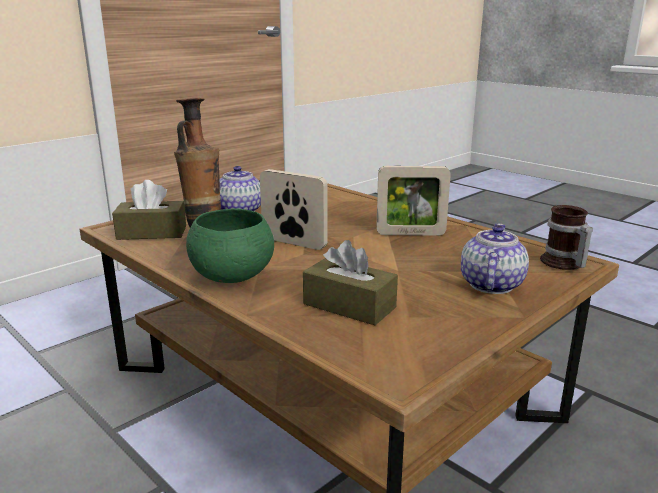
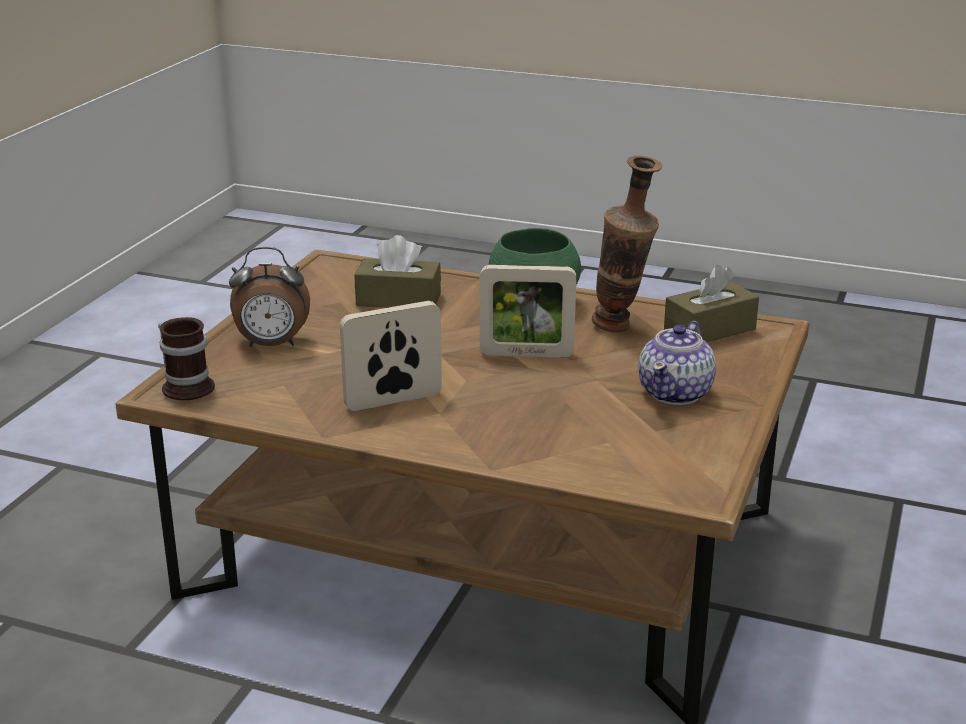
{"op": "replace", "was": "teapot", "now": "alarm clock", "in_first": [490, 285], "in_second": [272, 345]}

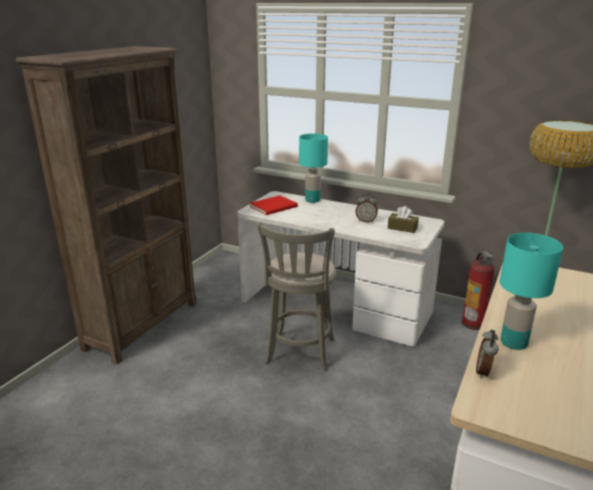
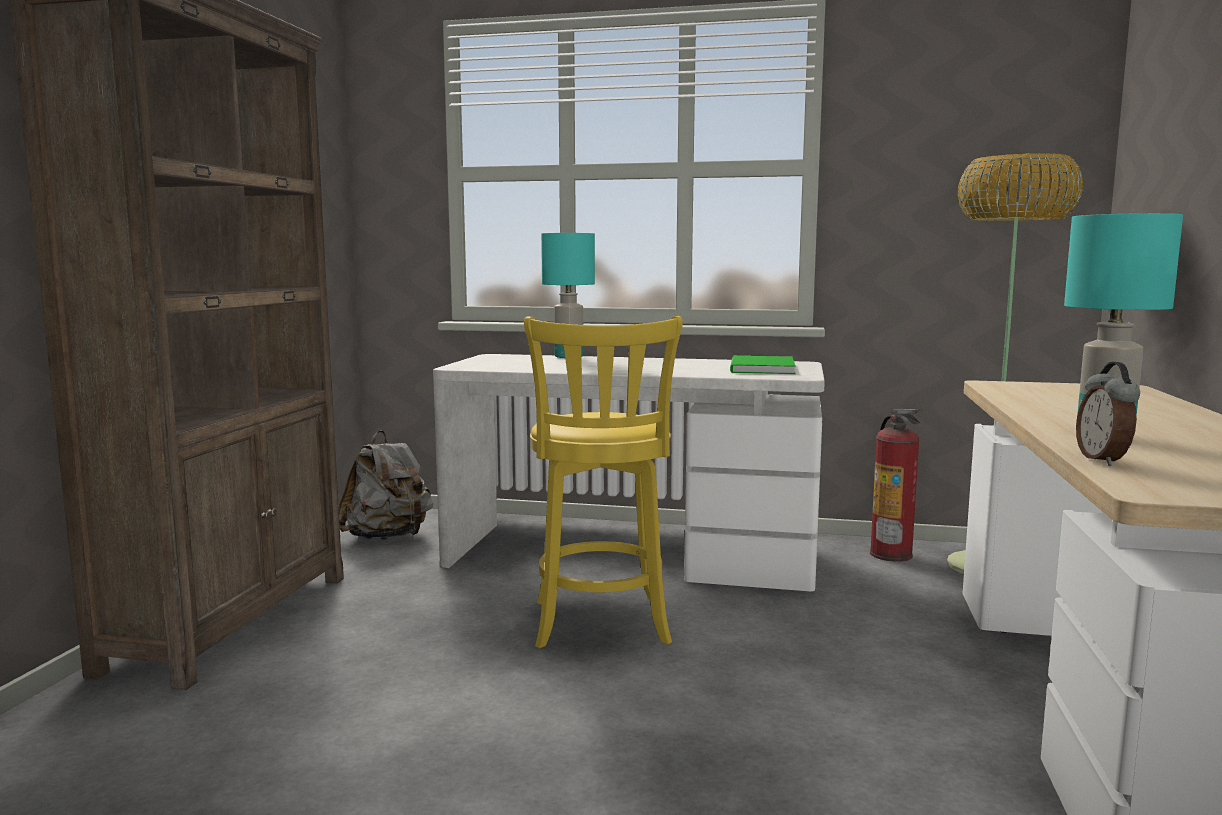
{"op": "delete", "was": "book/red", "in_first": [275, 206]}
{"op": "recolor", "was": "stool/grey", "now": "stool/yellow", "in_first": [299, 353], "in_second": [601, 626]}
{"op": "delete", "was": "alarm clock", "in_first": [366, 221]}
{"op": "replace", "was": "tissue box/brown", "now": "book/green", "in_first": [402, 228], "in_second": [760, 368]}
{"op": "insert", "now": "backpack/grey", "in_second": [388, 537]}

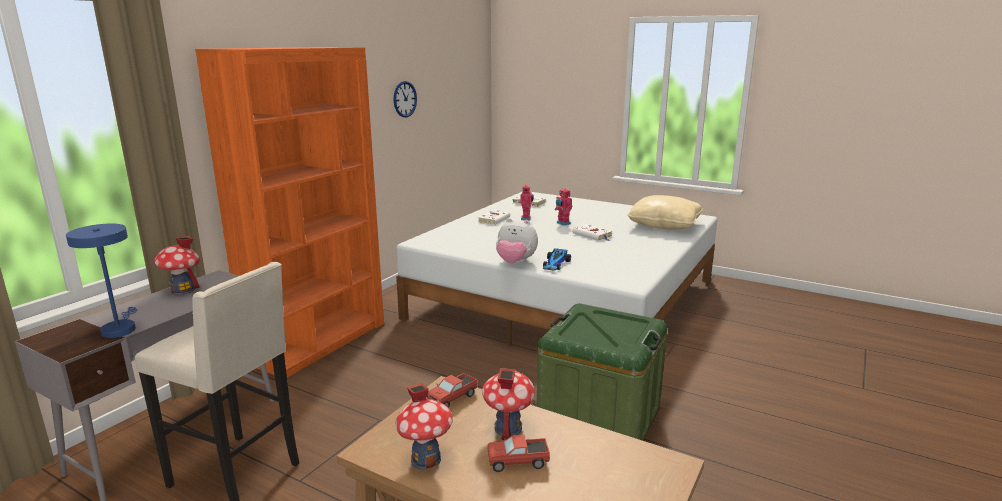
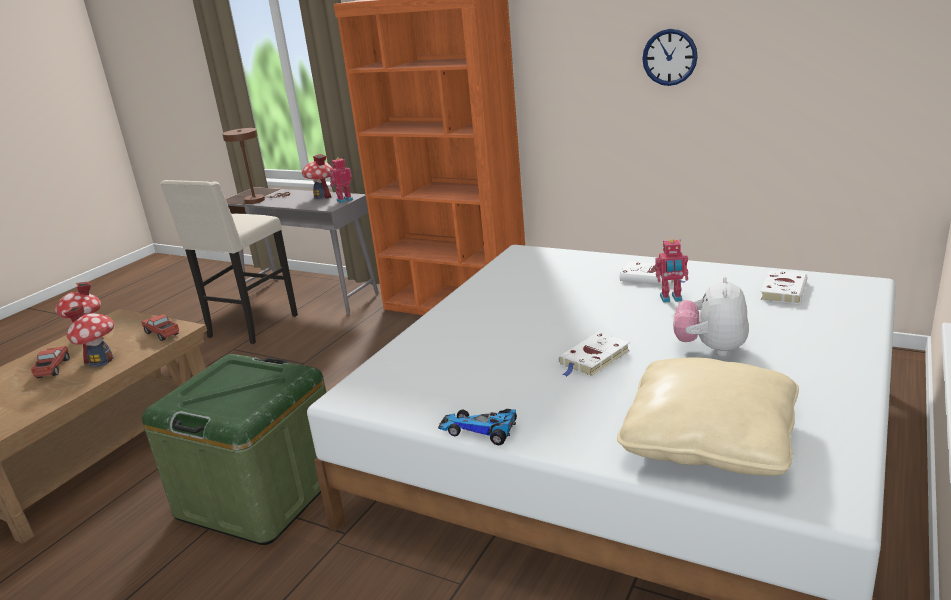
{"op": "recolor", "was": "table lamp/blue", "now": "table lamp/brown", "in_first": [119, 328], "in_second": [258, 200]}
{"op": "move", "was": "plush toy", "in_first": [515, 262], "in_second": [711, 349]}
{"op": "move", "was": "toy car", "in_first": [555, 264], "in_second": [480, 430]}
{"op": "move", "was": "toy robot", "in_first": [562, 223], "in_second": [344, 200]}

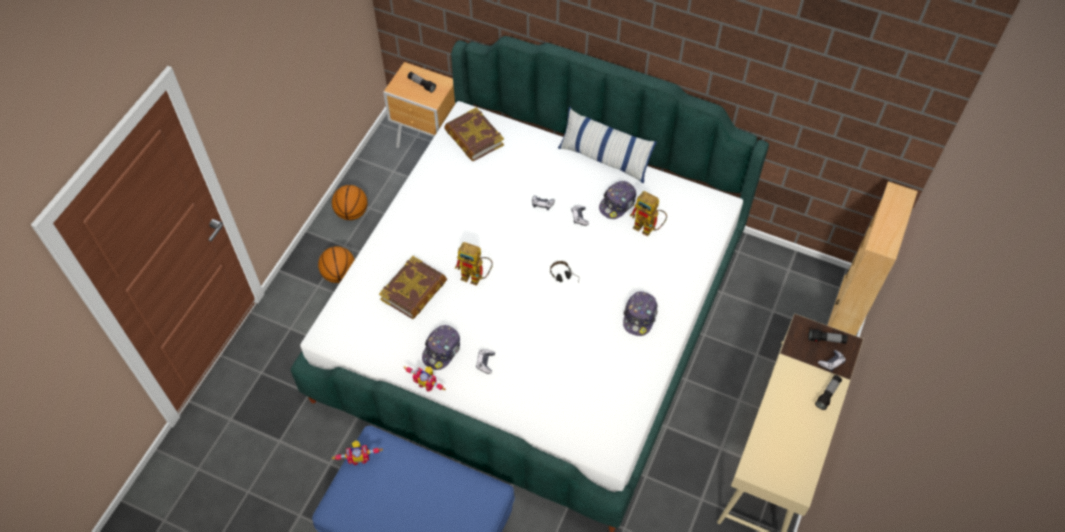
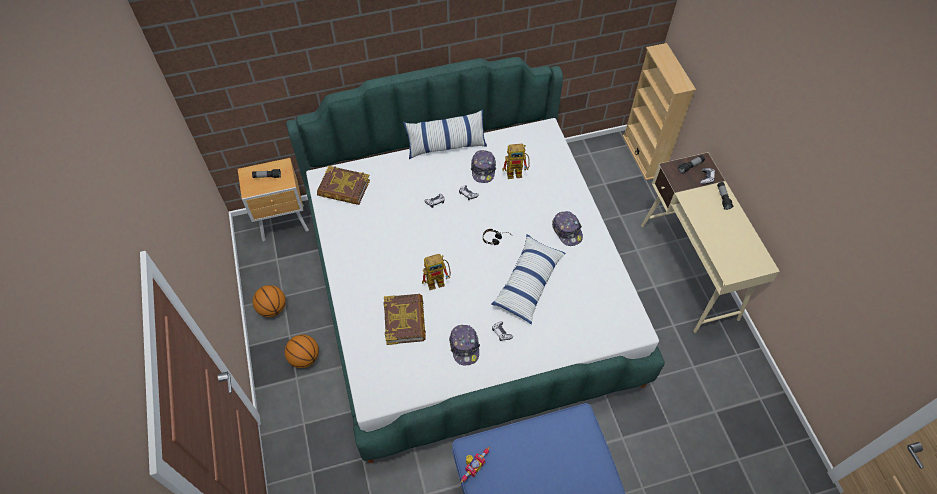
{"op": "delete", "was": "toy robot", "in_first": [427, 383]}
{"op": "insert", "now": "pillow", "in_second": [528, 283]}

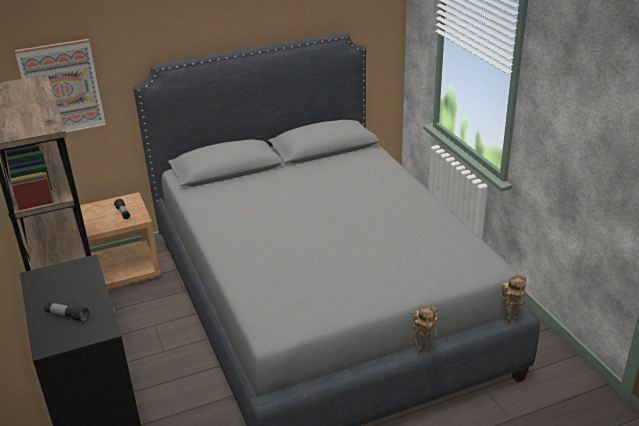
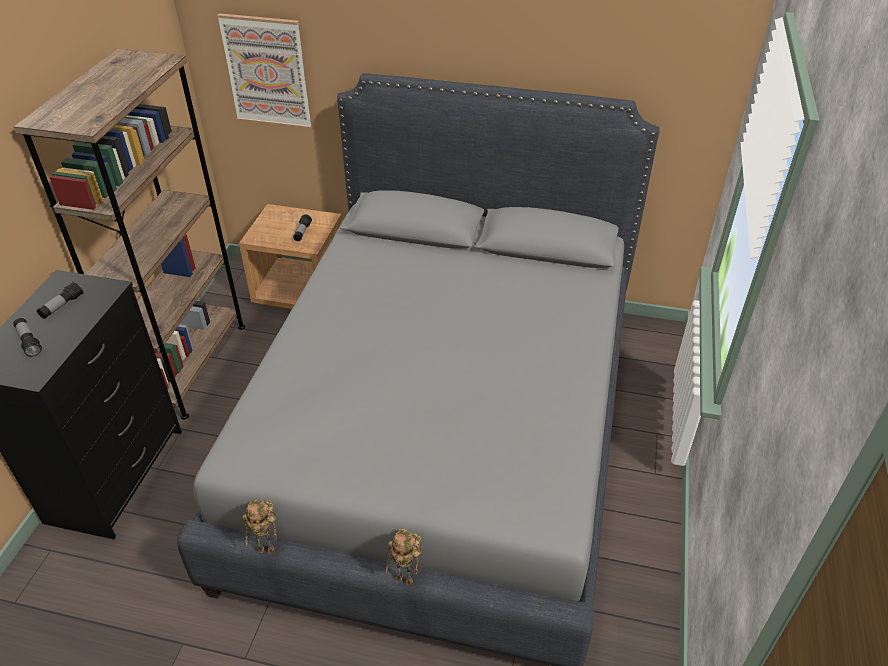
{"op": "move", "was": "toy robot", "in_first": [510, 320], "in_second": [268, 549]}
{"op": "insert", "now": "flashlight", "in_second": [62, 306]}

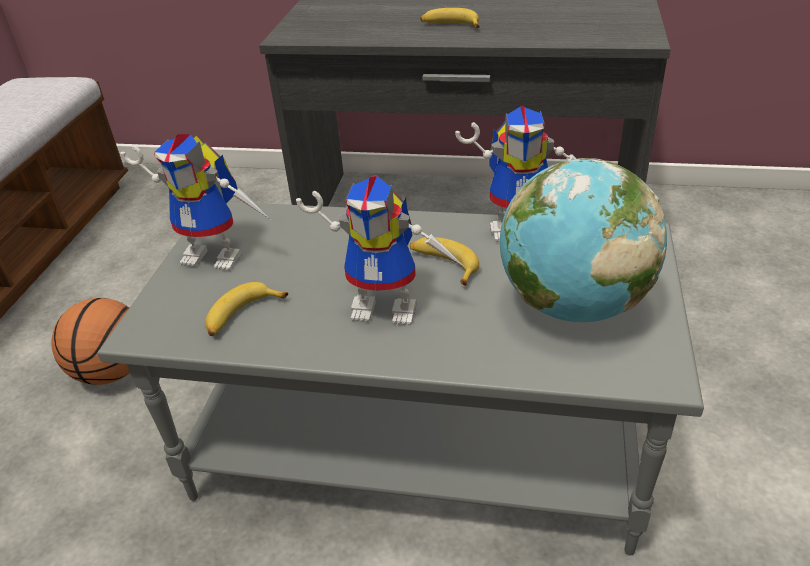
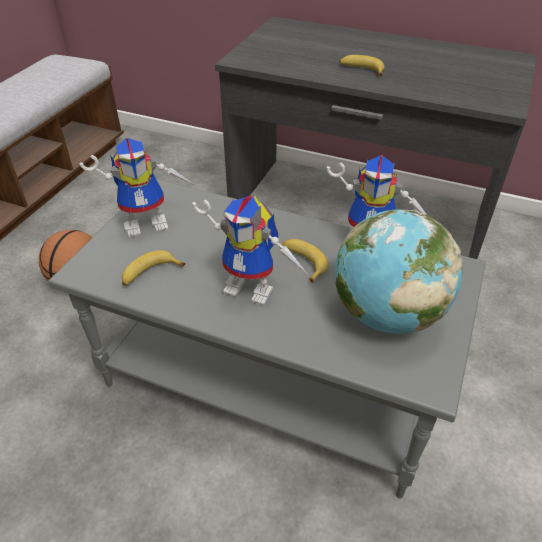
{"op": "rotate", "was": "toy robot", "in_first": [219, 254], "in_second": [149, 222], "clockwise": -45}

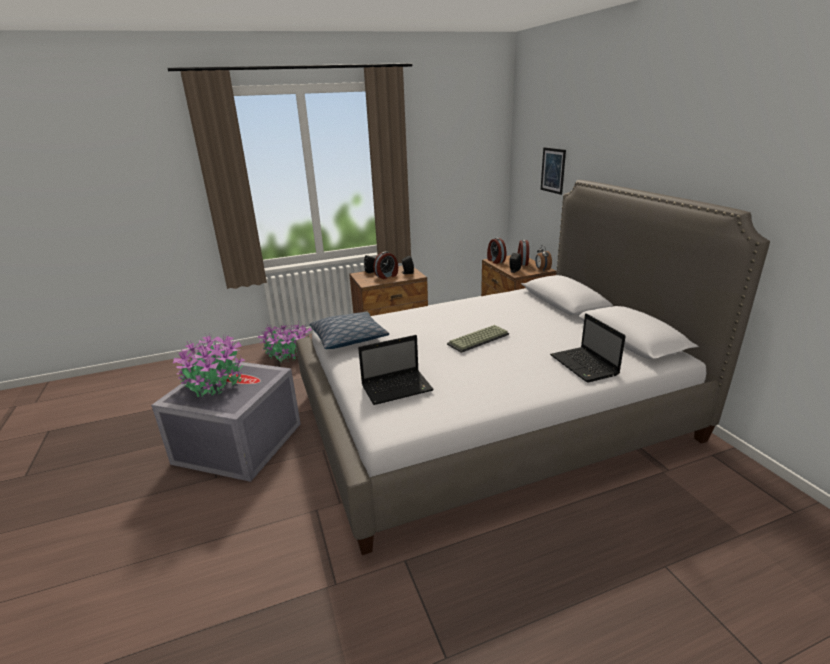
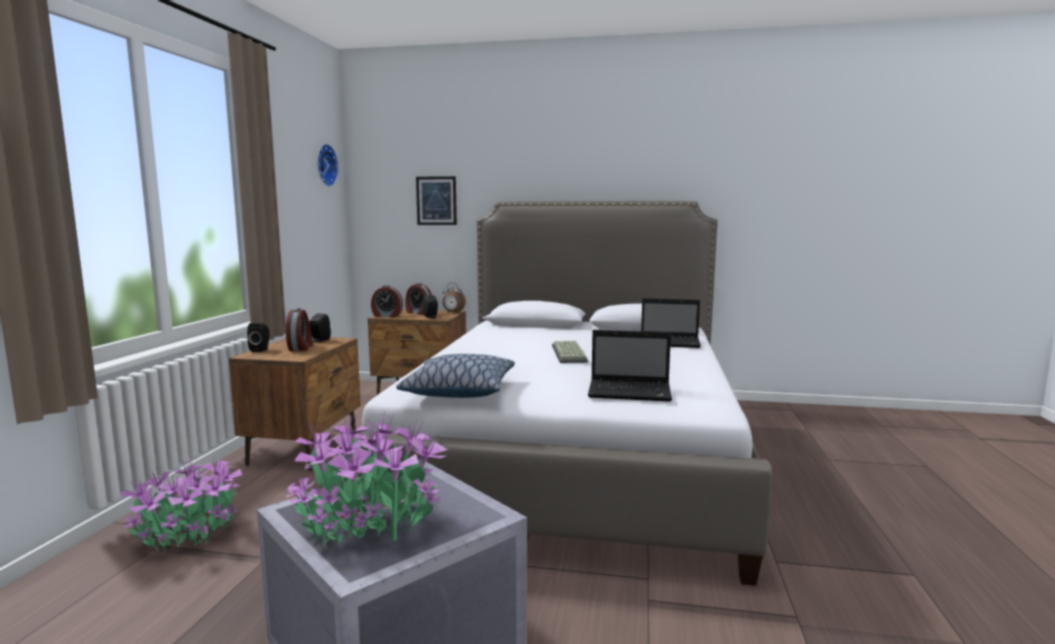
{"op": "rotate", "was": "laptop", "in_first": [398, 388], "in_second": [631, 392], "clockwise": 90}
{"op": "insert", "now": "wall clock", "in_second": [324, 165]}

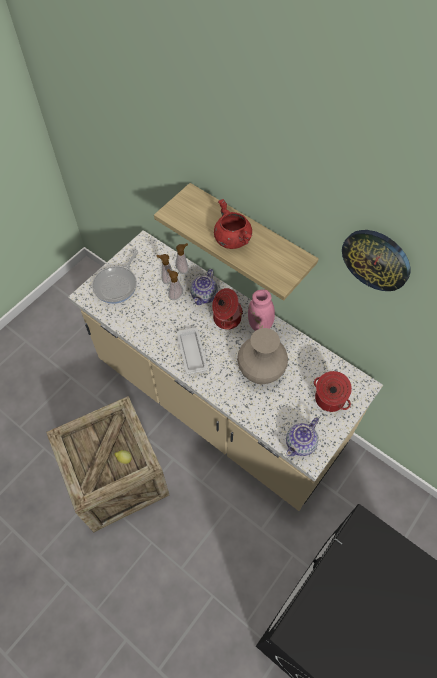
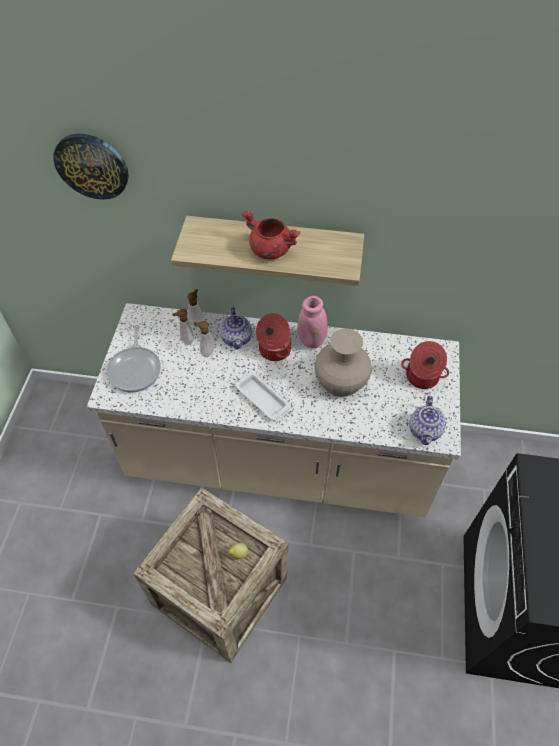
{"op": "move", "was": "wall clock", "in_first": [376, 259], "in_second": [92, 166]}

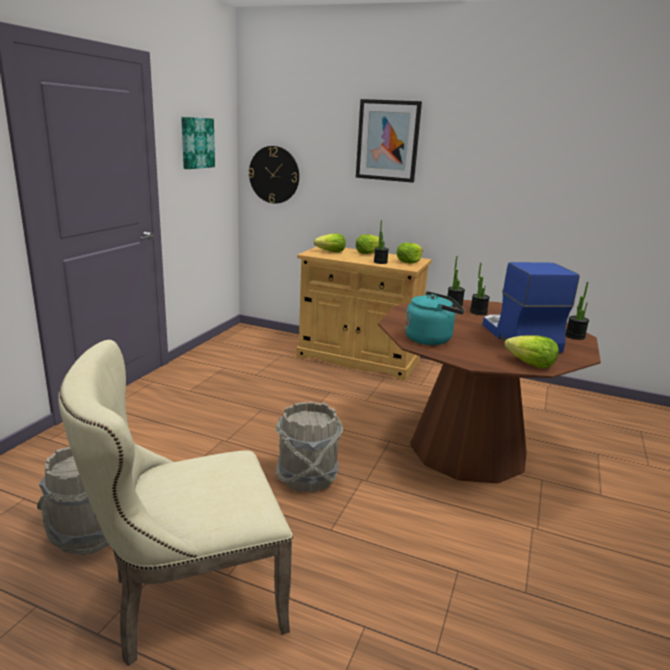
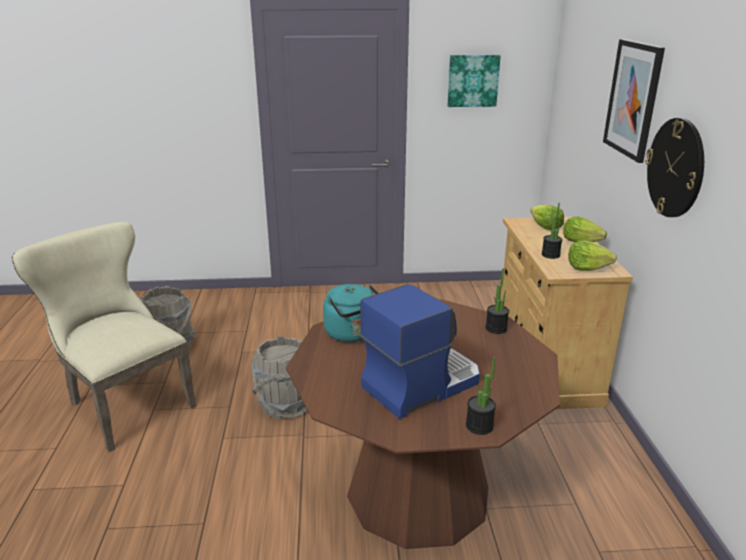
{"op": "move", "was": "wall clock", "in_first": [274, 175], "in_second": [675, 168]}
{"op": "delete", "was": "potted plant", "in_first": [478, 312]}
{"op": "delete", "was": "lettuce", "in_first": [530, 364]}

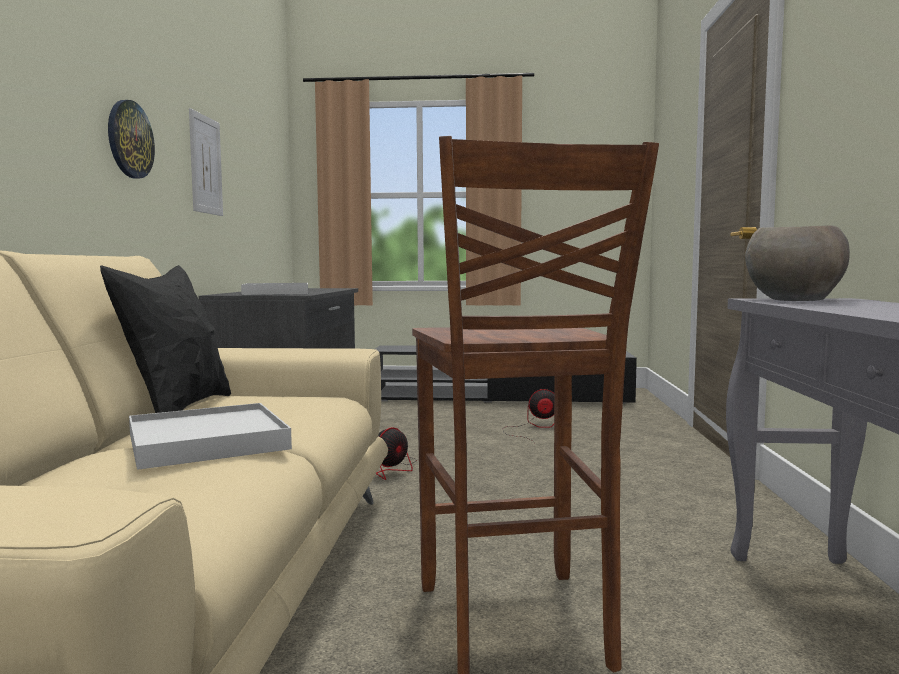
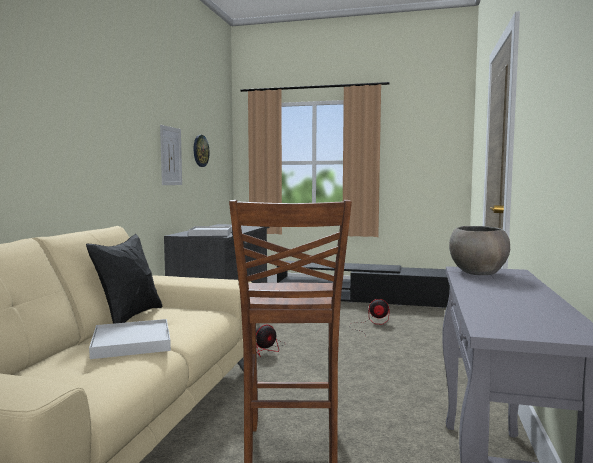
{"op": "move", "was": "wall clock", "in_first": [129, 139], "in_second": [200, 150]}

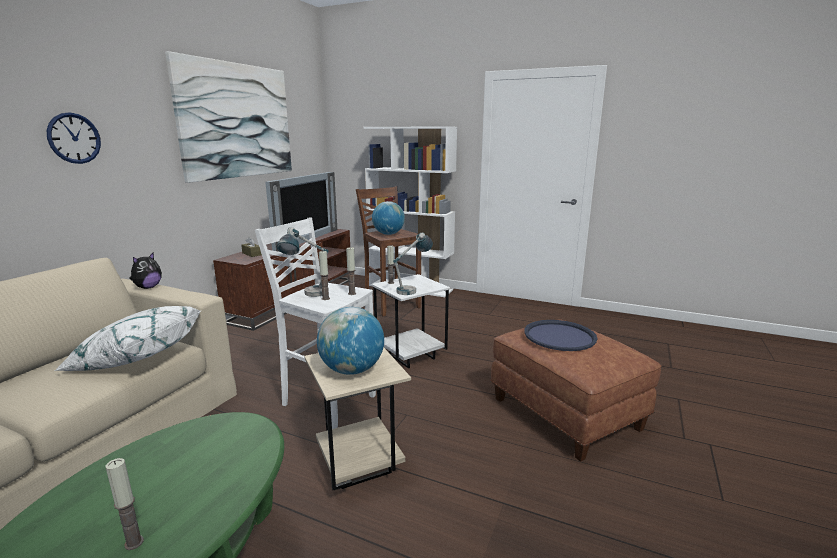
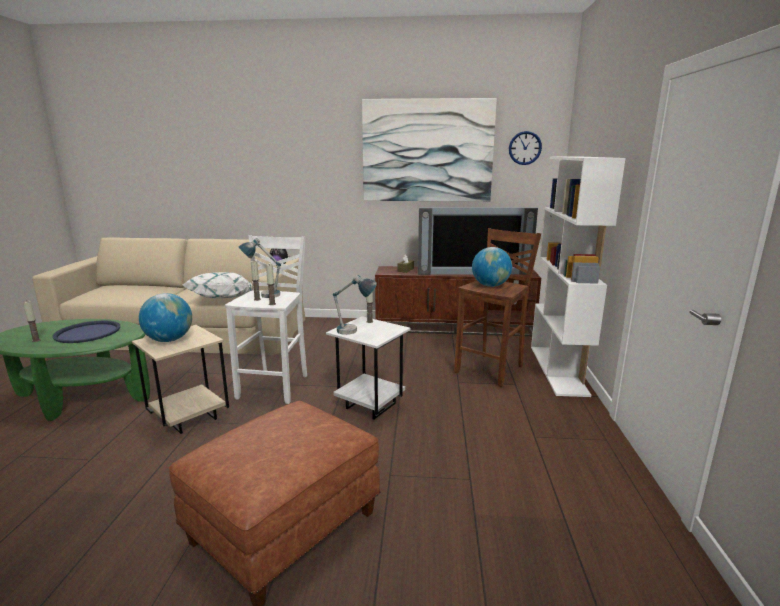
{"op": "move", "was": "wall clock", "in_first": [74, 138], "in_second": [525, 148]}
{"op": "move", "was": "tray/blue", "in_first": [559, 336], "in_second": [87, 333]}

